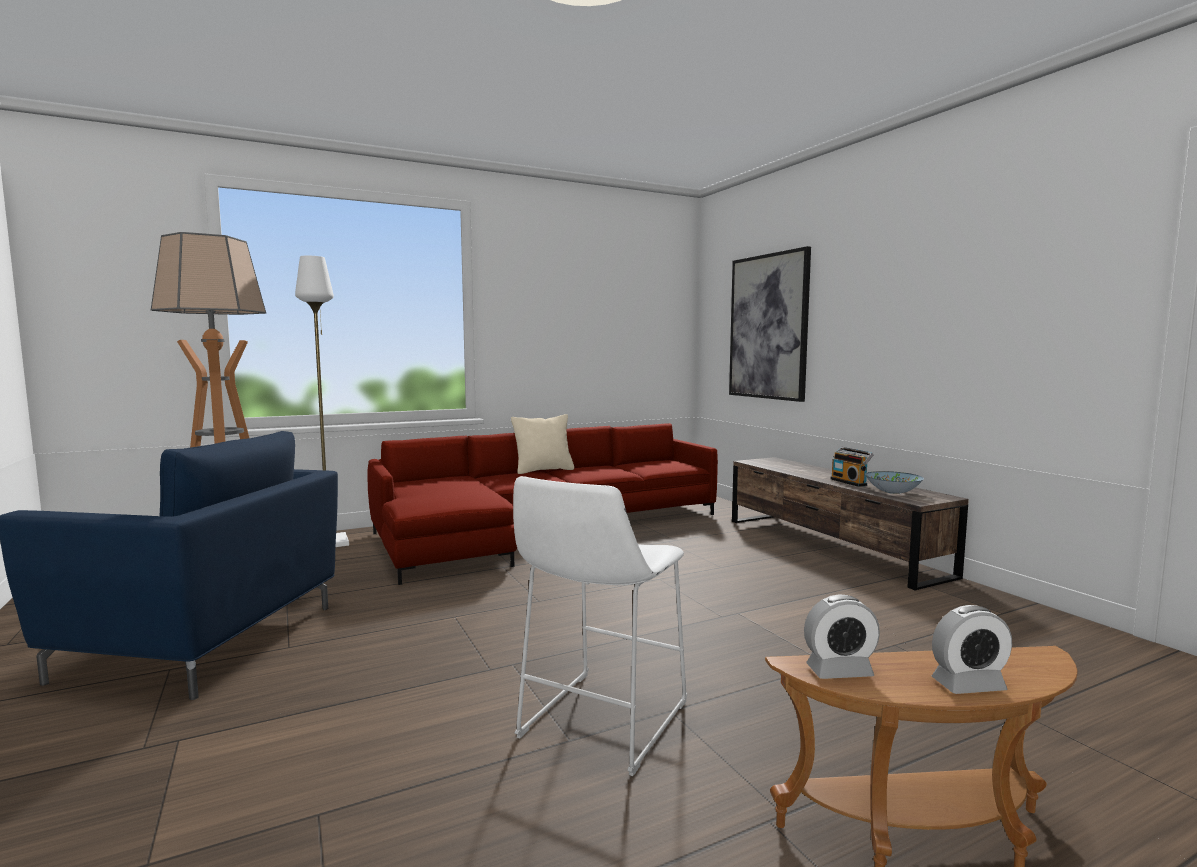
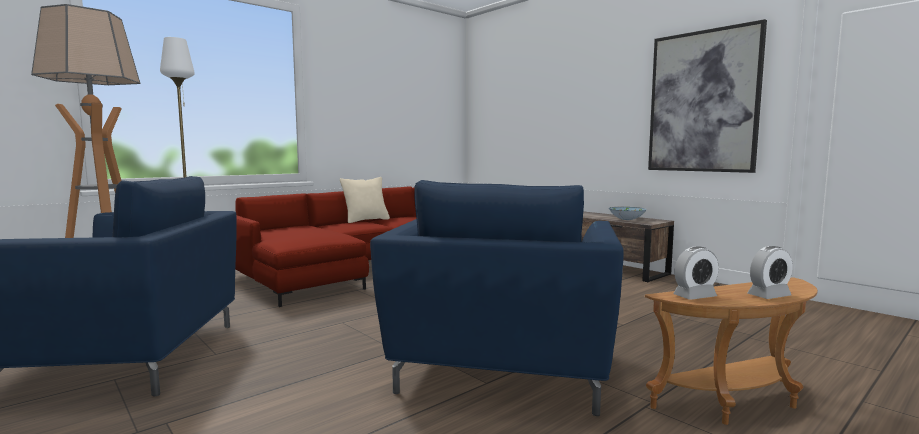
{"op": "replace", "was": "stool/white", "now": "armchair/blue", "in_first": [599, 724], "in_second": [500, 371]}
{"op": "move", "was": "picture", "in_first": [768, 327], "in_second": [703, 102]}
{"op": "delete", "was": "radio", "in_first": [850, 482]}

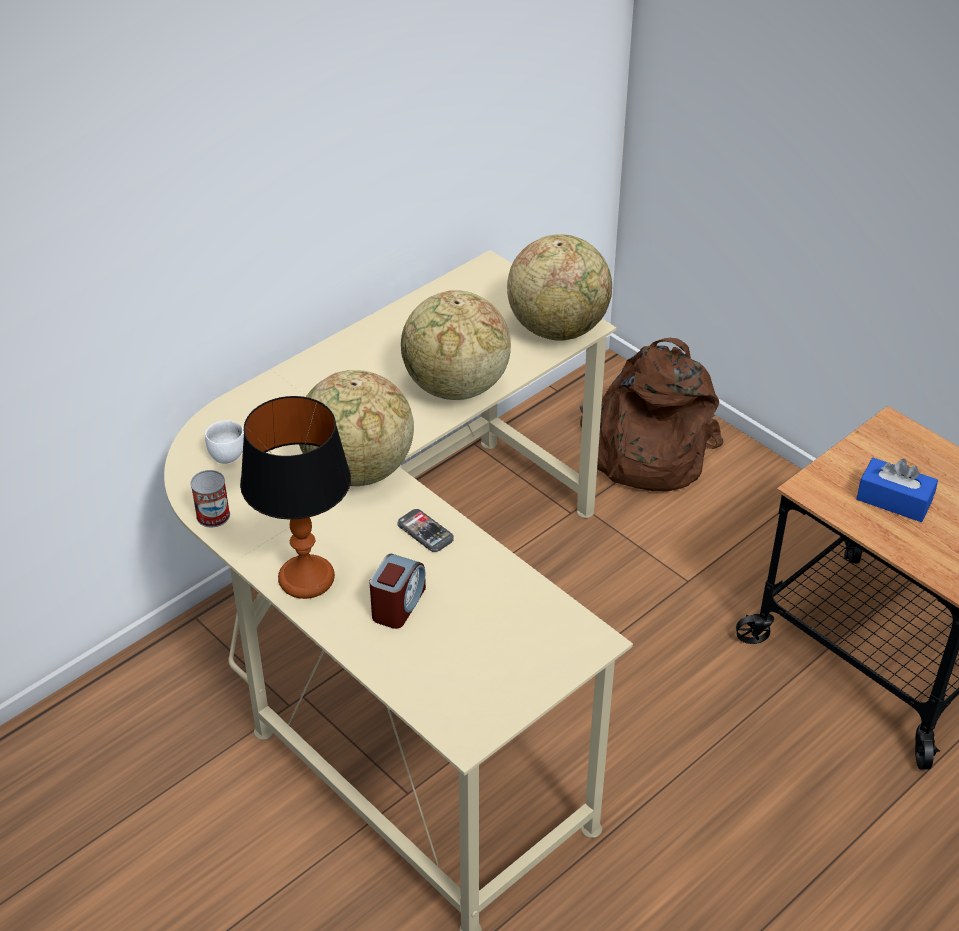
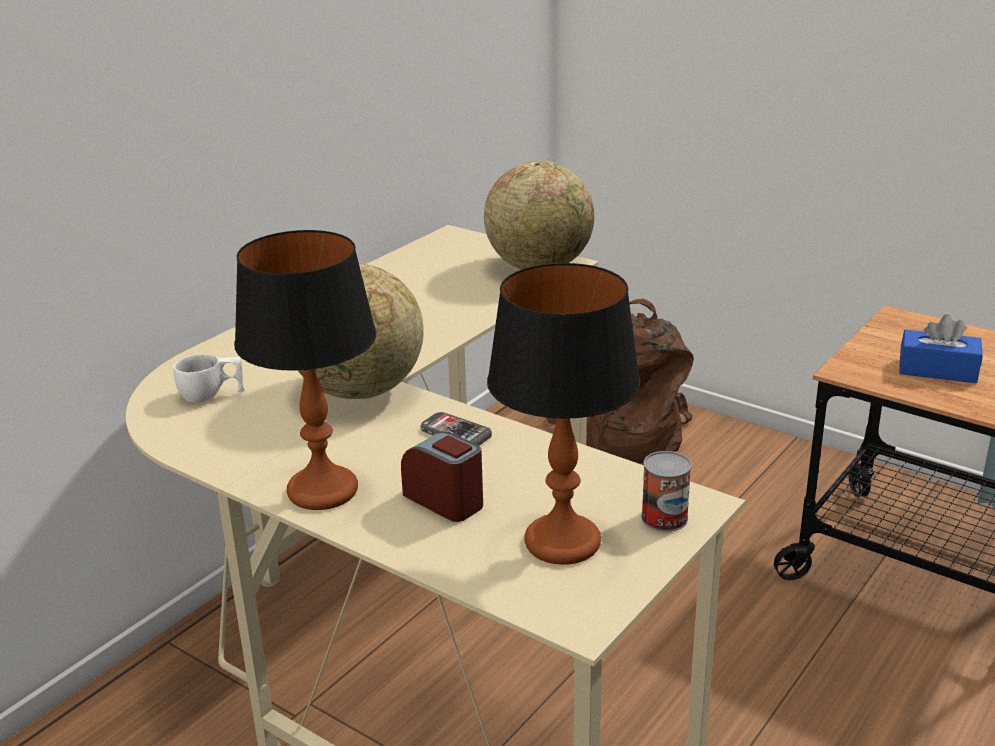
{"op": "move", "was": "can", "in_first": [213, 515], "in_second": [664, 518]}
{"op": "rotate", "was": "alarm clock", "in_first": [398, 604], "in_second": [445, 500], "clockwise": -60}
{"op": "delete", "was": "globe", "in_first": [455, 388]}
{"op": "insert", "now": "table lamp", "in_second": [563, 542]}

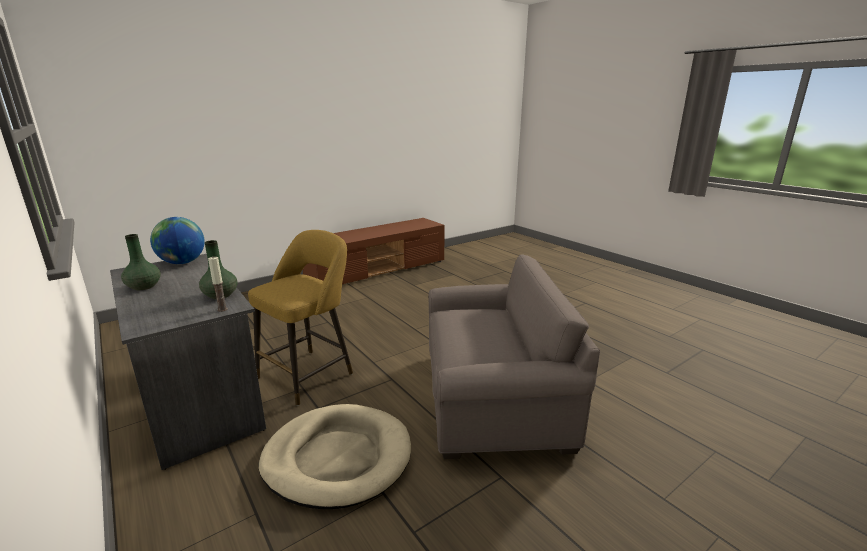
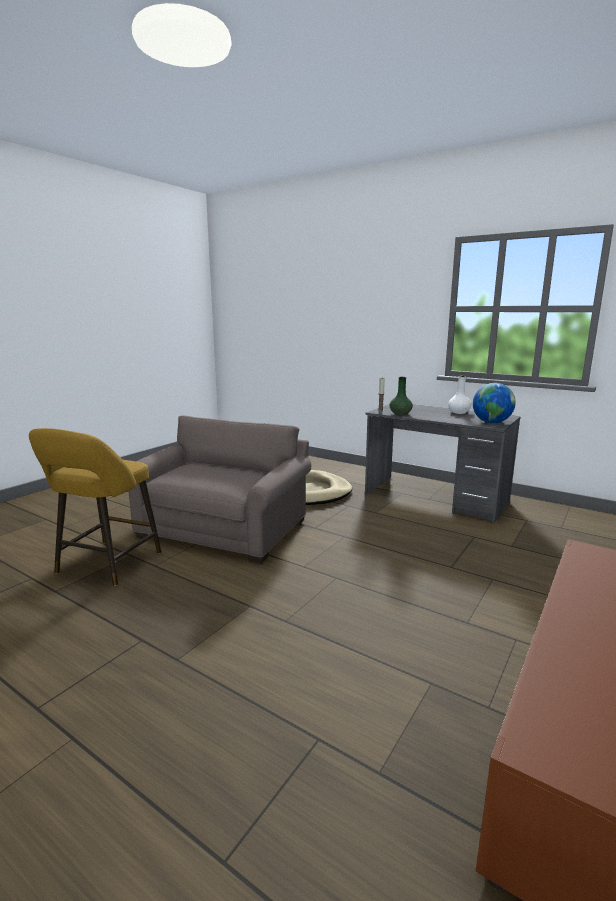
{"op": "recolor", "was": "vase/green", "now": "vase/white", "in_first": [143, 287], "in_second": [458, 412]}
{"op": "move", "was": "stool/yellow", "in_first": [309, 374], "in_second": [105, 565]}
{"op": "rotate", "was": "armchair/grey", "in_first": [493, 398], "in_second": [223, 529], "clockwise": 135}

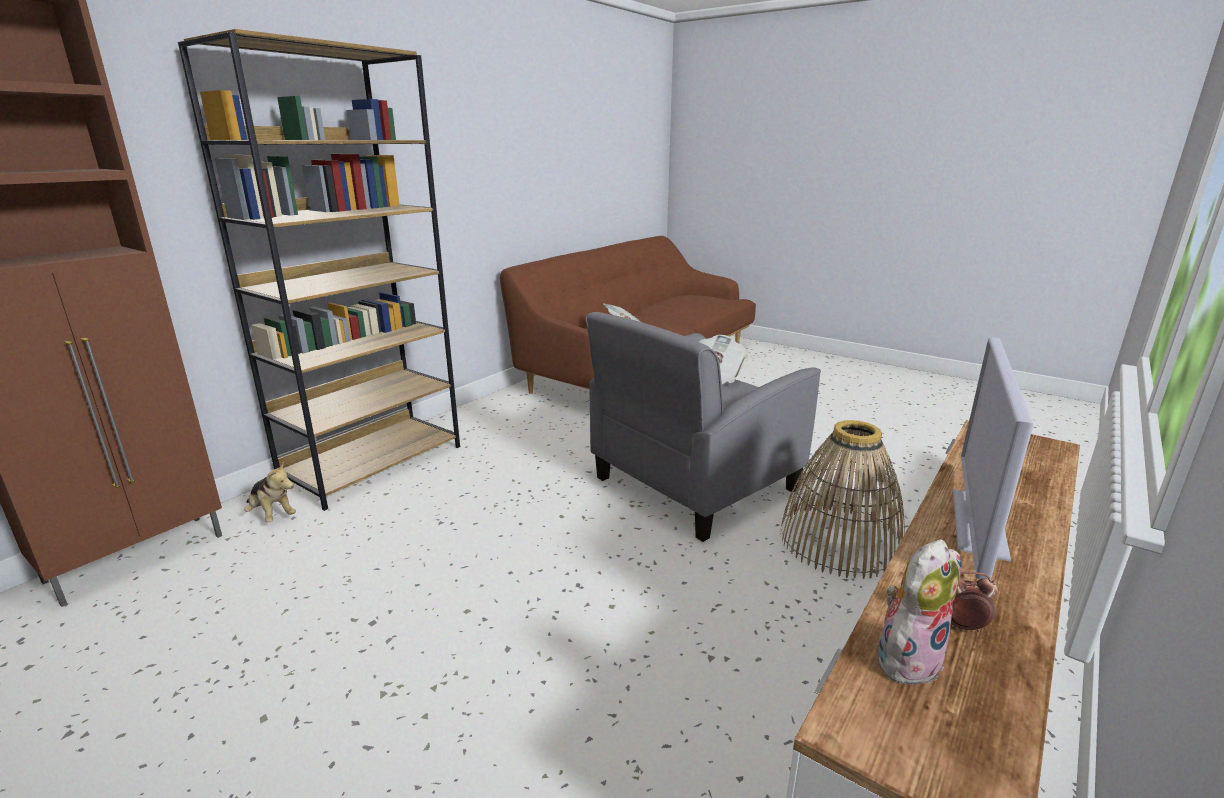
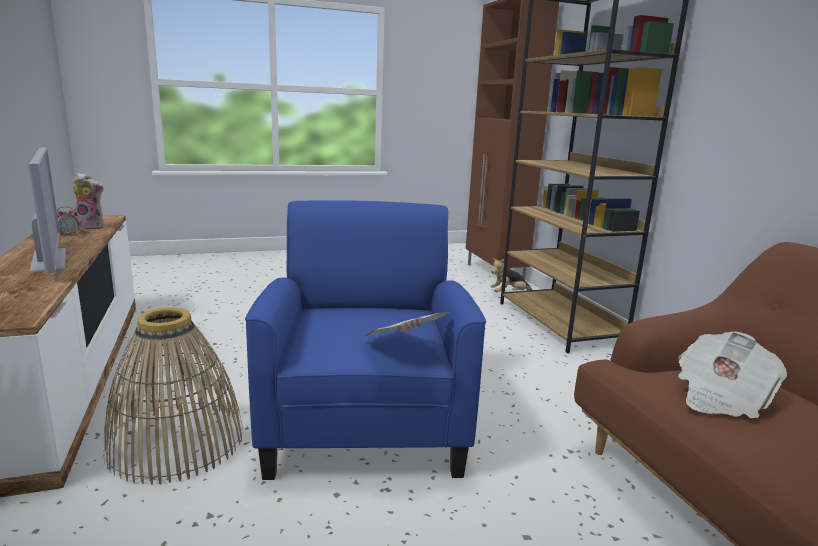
{"op": "recolor", "was": "armchair/grey", "now": "armchair/blue", "in_first": [693, 484], "in_second": [365, 423]}
{"op": "rotate", "was": "plush toy", "in_first": [907, 658], "in_second": [92, 227], "clockwise": -90}

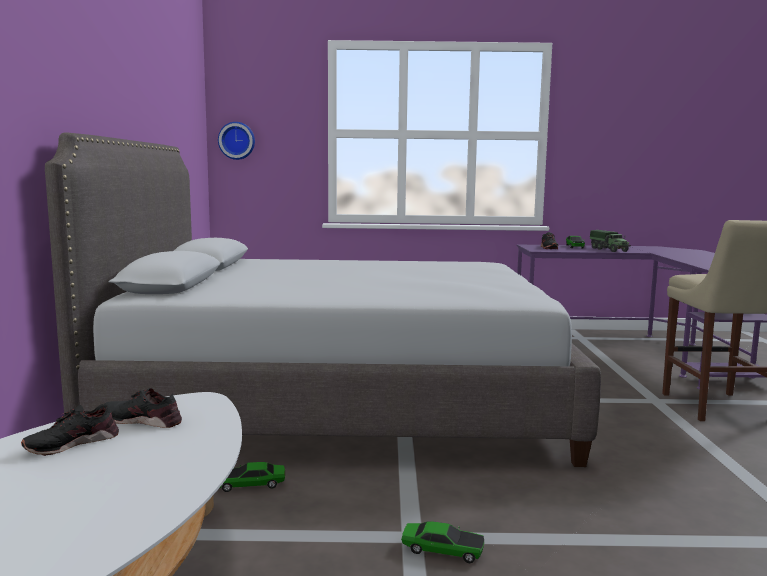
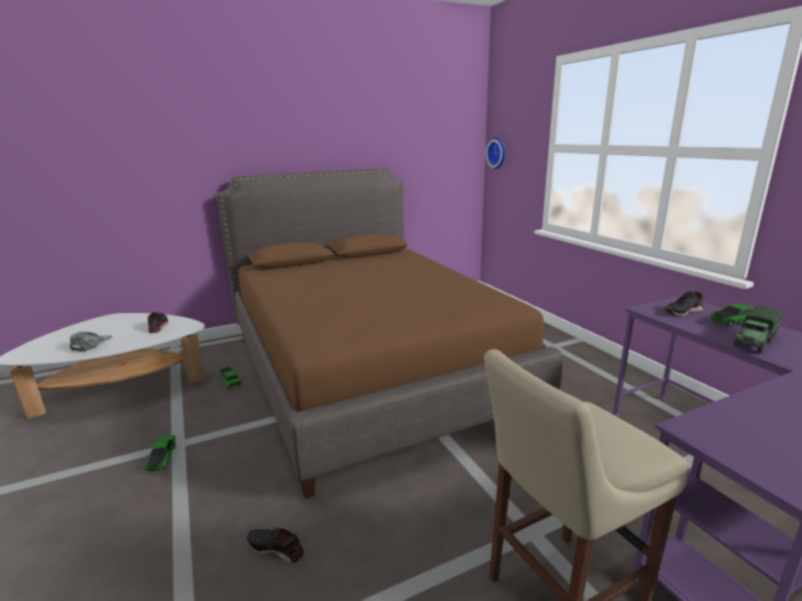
{"op": "move", "was": "shoe/black", "in_first": [72, 443], "in_second": [276, 548]}
{"op": "recolor", "was": "bed/grey", "now": "bed/brown", "in_first": [340, 401], "in_second": [369, 369]}
{"op": "insert", "now": "cap/grey", "in_second": [91, 344]}

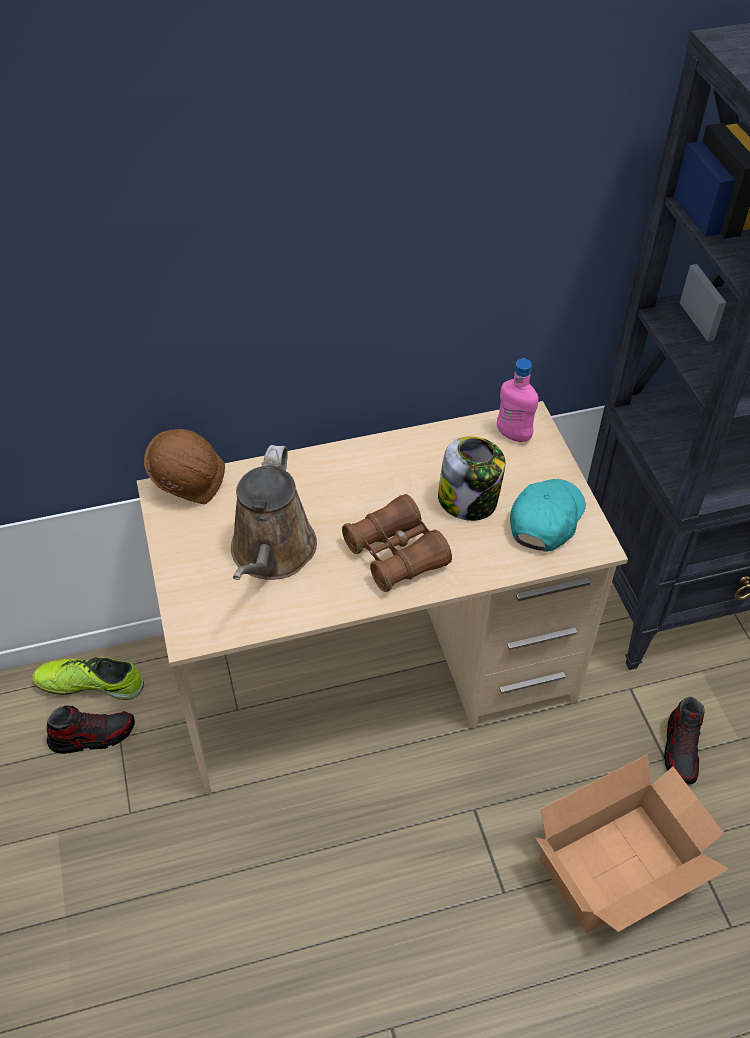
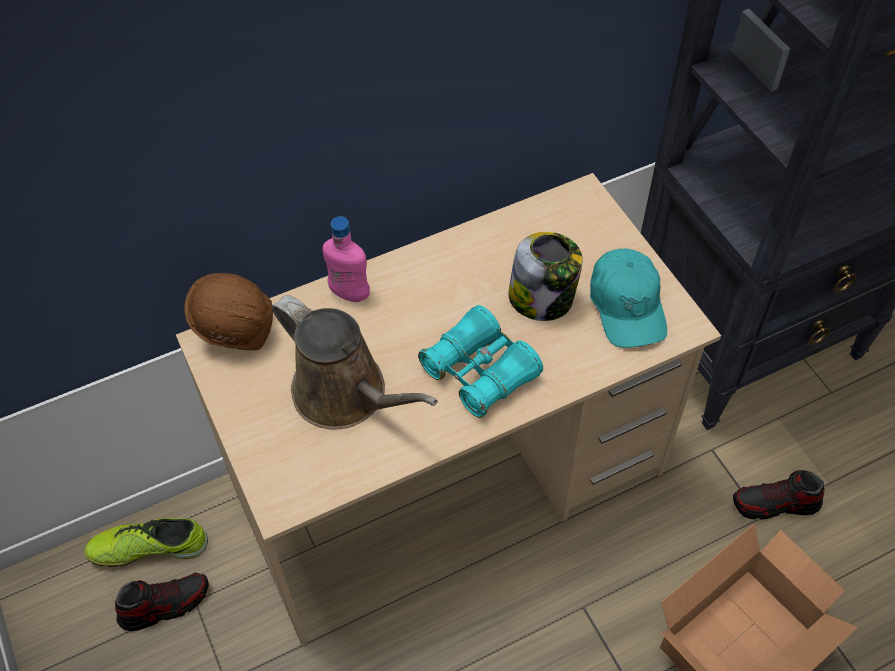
{"op": "rotate", "was": "watering can/brown", "in_first": [272, 554], "in_second": [346, 395], "clockwise": -45}
{"op": "recolor", "was": "binoculars/brown", "now": "binoculars/turquoise", "in_first": [396, 554], "in_second": [480, 372]}
{"op": "move", "was": "bottle/pink", "in_first": [513, 434], "in_second": [350, 293]}
{"op": "rotate", "was": "cap/turquoise", "in_first": [546, 519], "in_second": [627, 306], "clockwise": 150}
{"op": "rotate", "was": "shoe", "in_first": [681, 749], "in_second": [775, 504], "clockwise": 90}

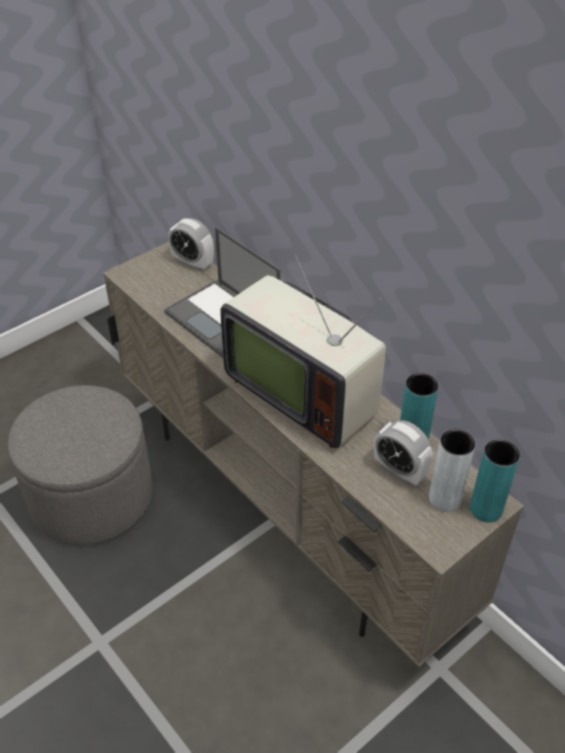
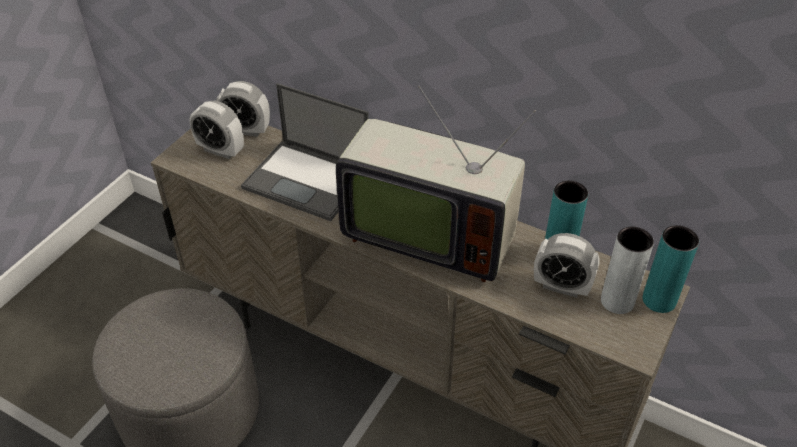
{"op": "insert", "now": "alarm clock", "in_second": [221, 150]}

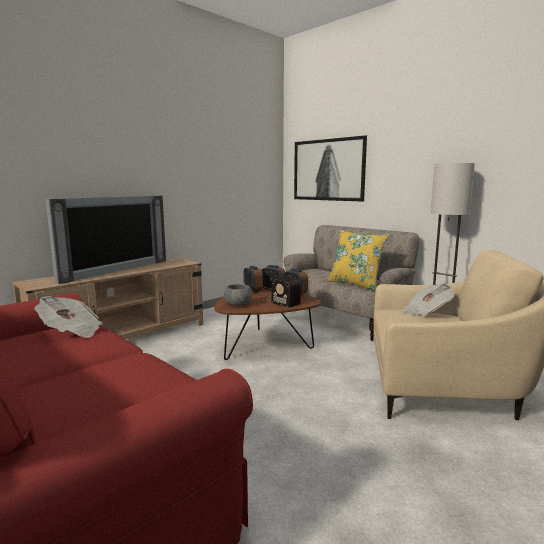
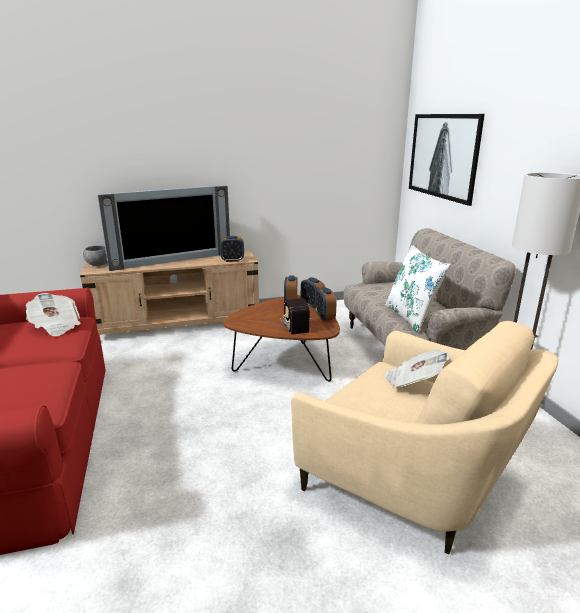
{"op": "move", "was": "bowl/grey", "in_first": [238, 304], "in_second": [98, 264]}
{"op": "recolor", "was": "pillow/yellow", "now": "pillow/white", "in_first": [355, 284], "in_second": [411, 317]}
{"op": "insert", "now": "alarm clock", "in_second": [232, 260]}

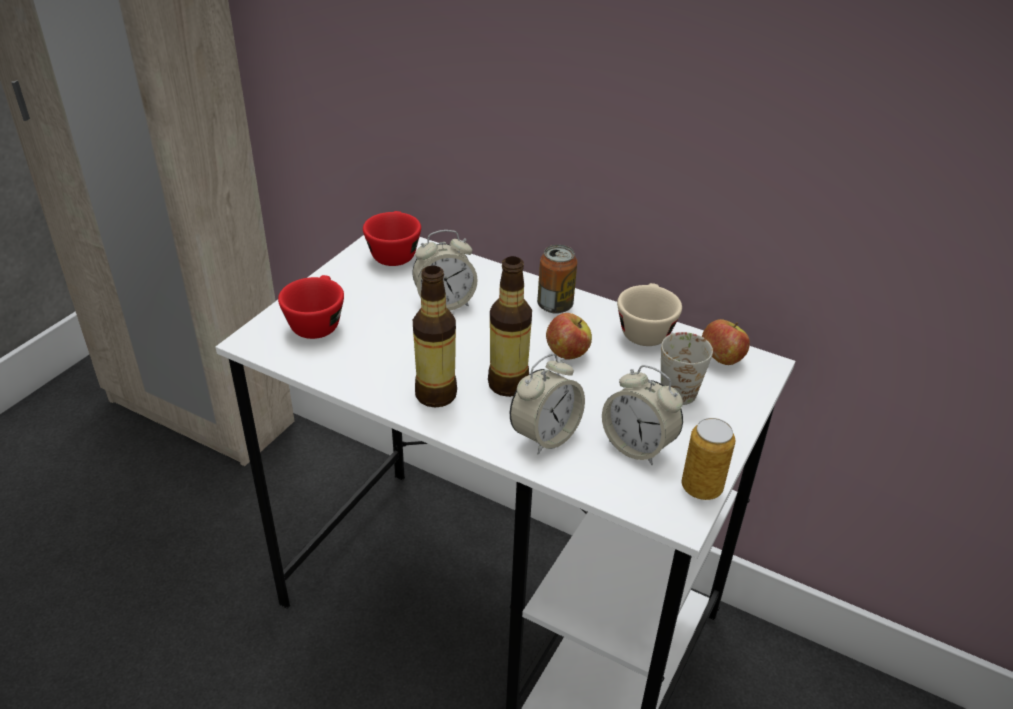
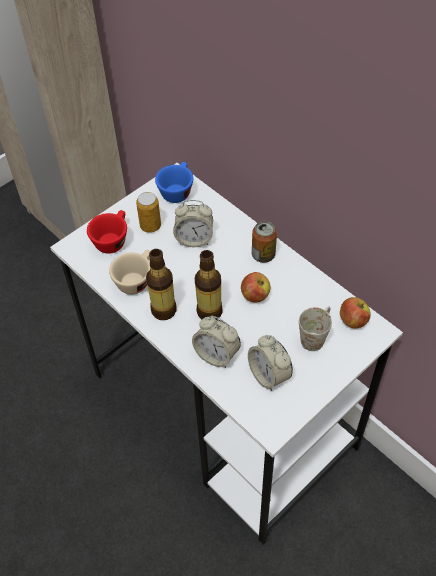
{"op": "recolor", "was": "cup/red", "now": "cup/blue", "in_first": [393, 253], "in_second": [177, 190]}
{"op": "rotate", "was": "alarm clock", "in_first": [545, 435], "in_second": [216, 354], "clockwise": 60}
{"op": "move", "was": "cup/beige", "in_first": [644, 329], "in_second": [136, 279]}
{"op": "move", "was": "can", "in_first": [701, 487], "in_second": [150, 226]}

